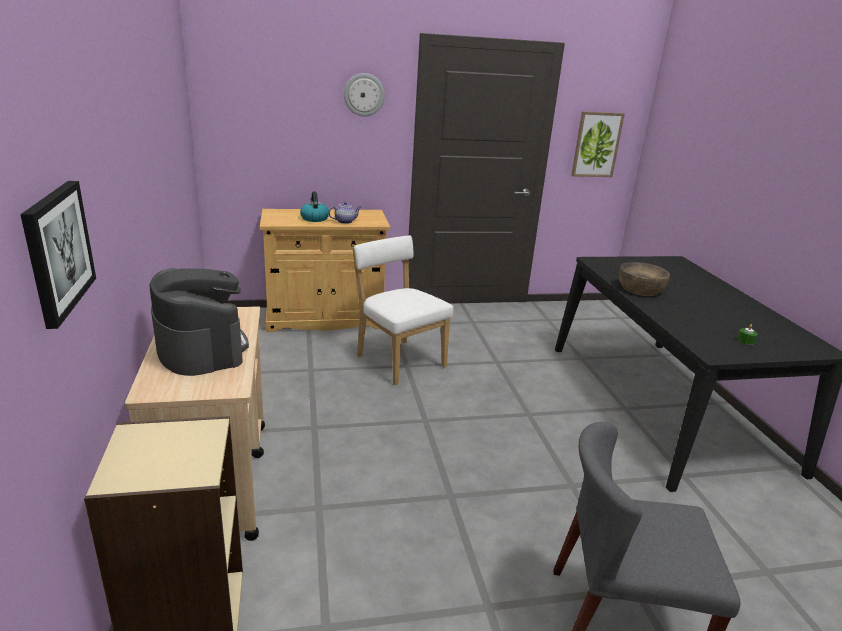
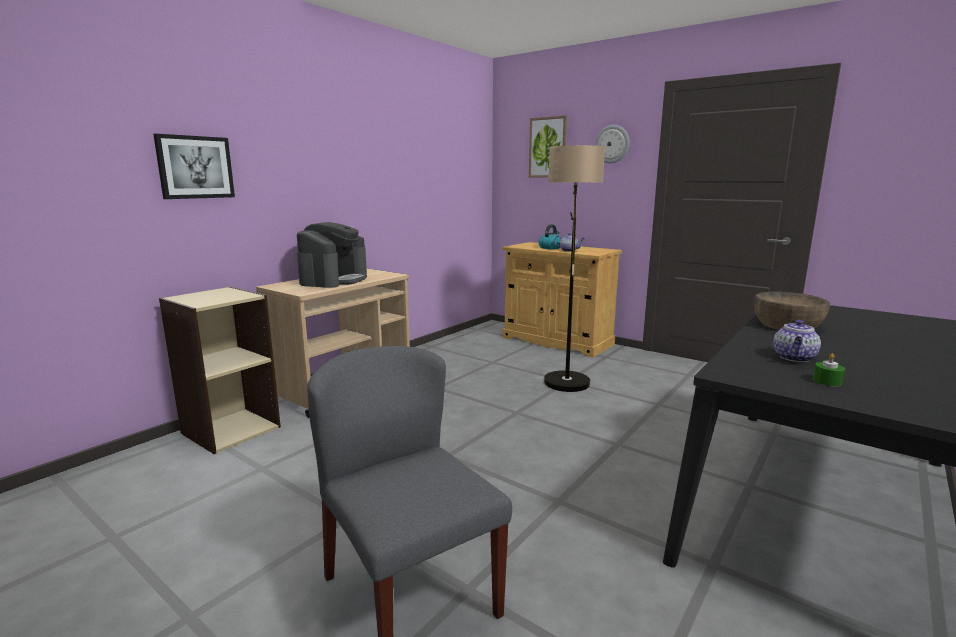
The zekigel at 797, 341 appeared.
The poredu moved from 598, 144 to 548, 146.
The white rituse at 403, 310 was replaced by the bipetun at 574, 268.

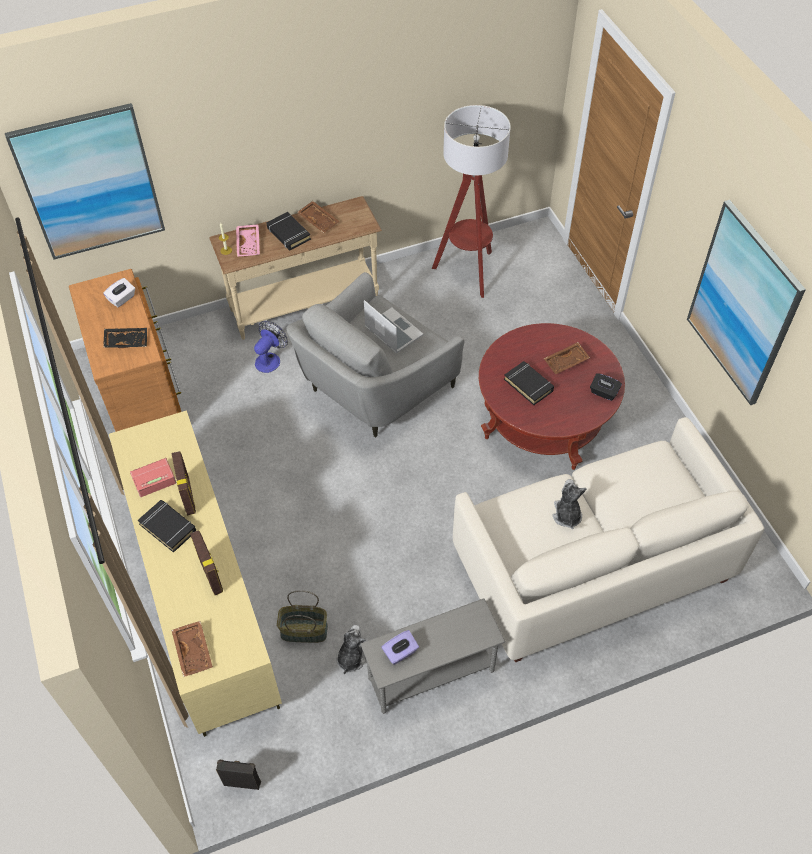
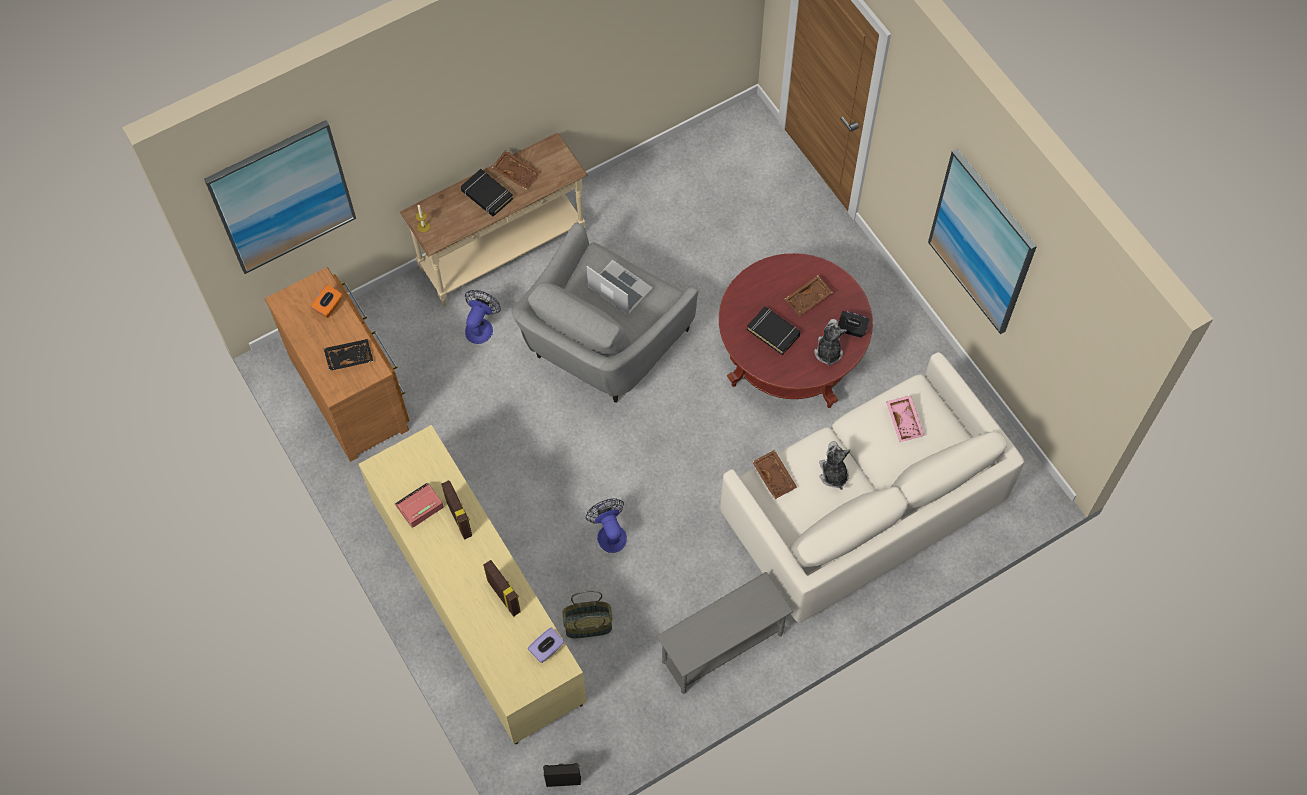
The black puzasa at 167, 526 disappeared.
The bipetun at 471, 201 disappeared.
The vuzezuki at 606, 525 appeared.
The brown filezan moved from 192, 649 to 774, 474.
The pink filezan moved from 248, 240 to 905, 418.
The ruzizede moved from 351, 649 to 830, 342.
The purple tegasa moved from 400, 647 to 546, 645.
The white tegasa at 119, 292 became the orange tegasa at 326, 301.

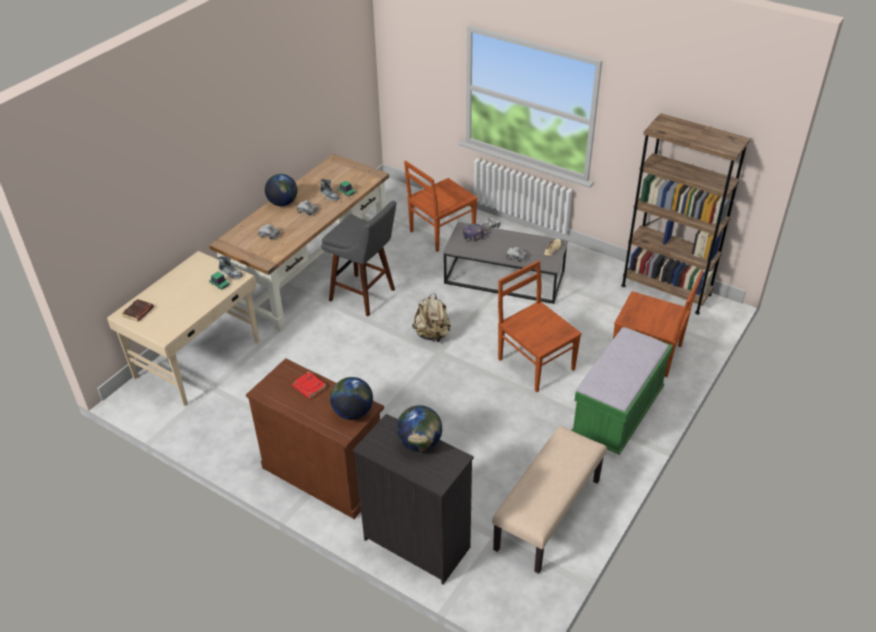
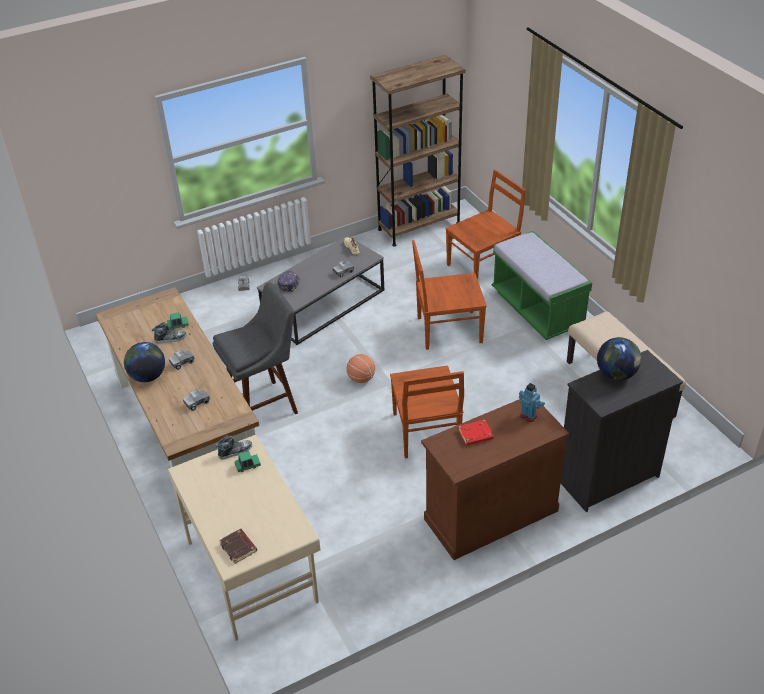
The brown rituse moved from 441, 206 to 427, 411.
The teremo at 351, 398 was replaced by the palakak at 532, 402.
The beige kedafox at 431, 317 was replaced by the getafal at 360, 368.

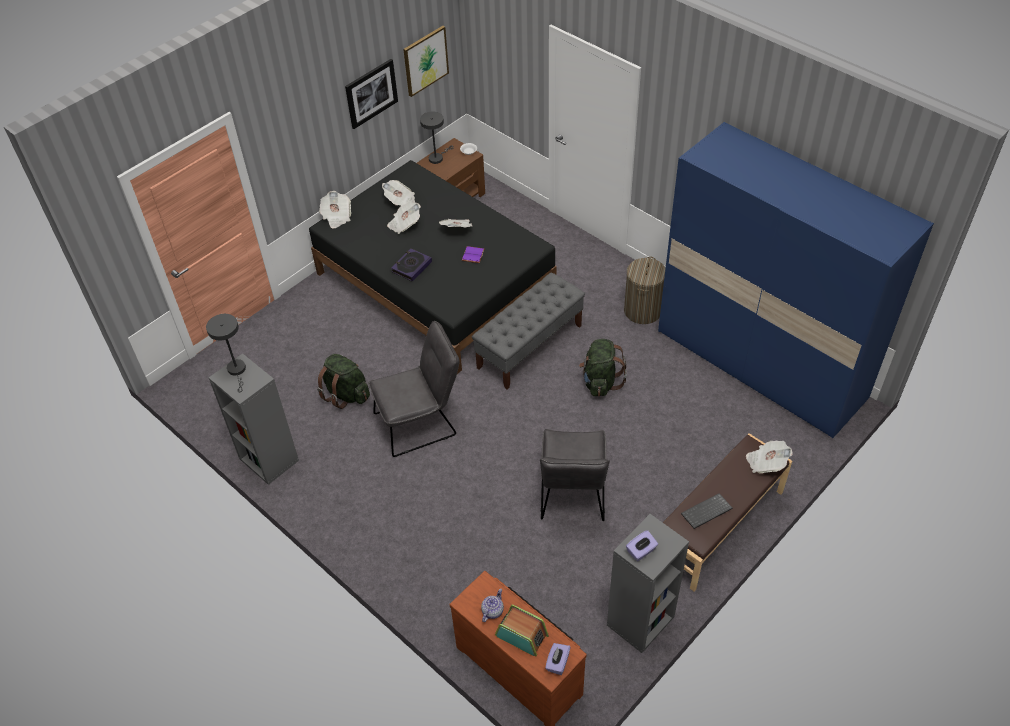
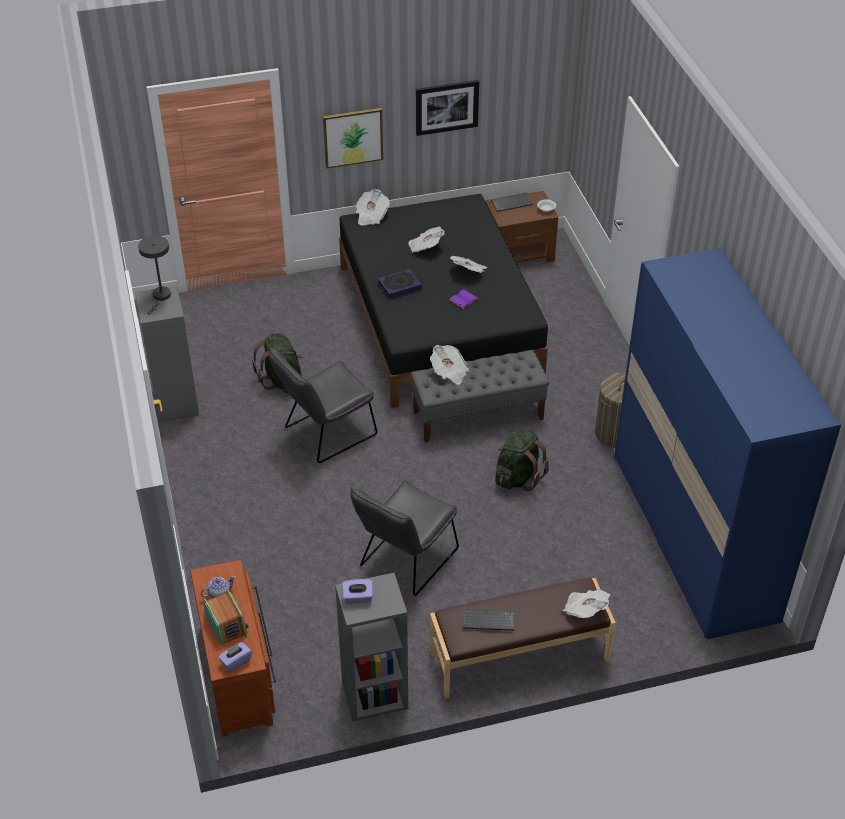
The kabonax moved from 398, 193 to 449, 365.
The poredu moved from 426, 61 to 353, 138.
The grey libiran at 437, 137 was replaced by the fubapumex at 512, 202.
The grey rituse at 414, 389 turned 135 degrees clockwise.

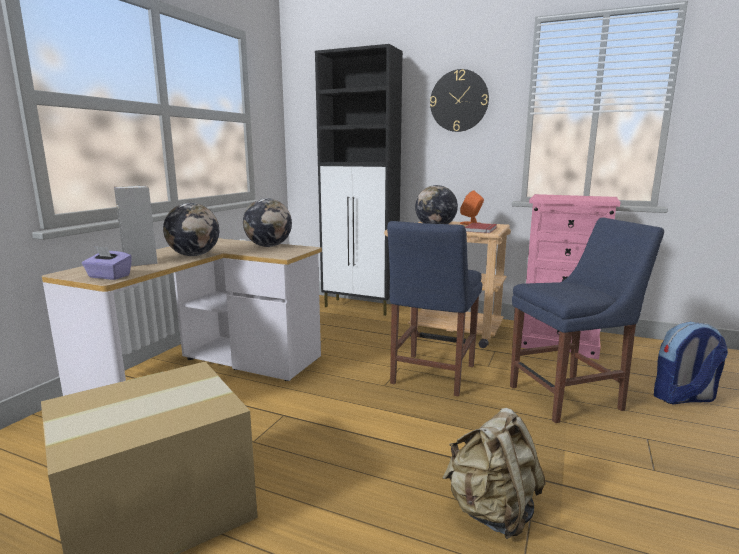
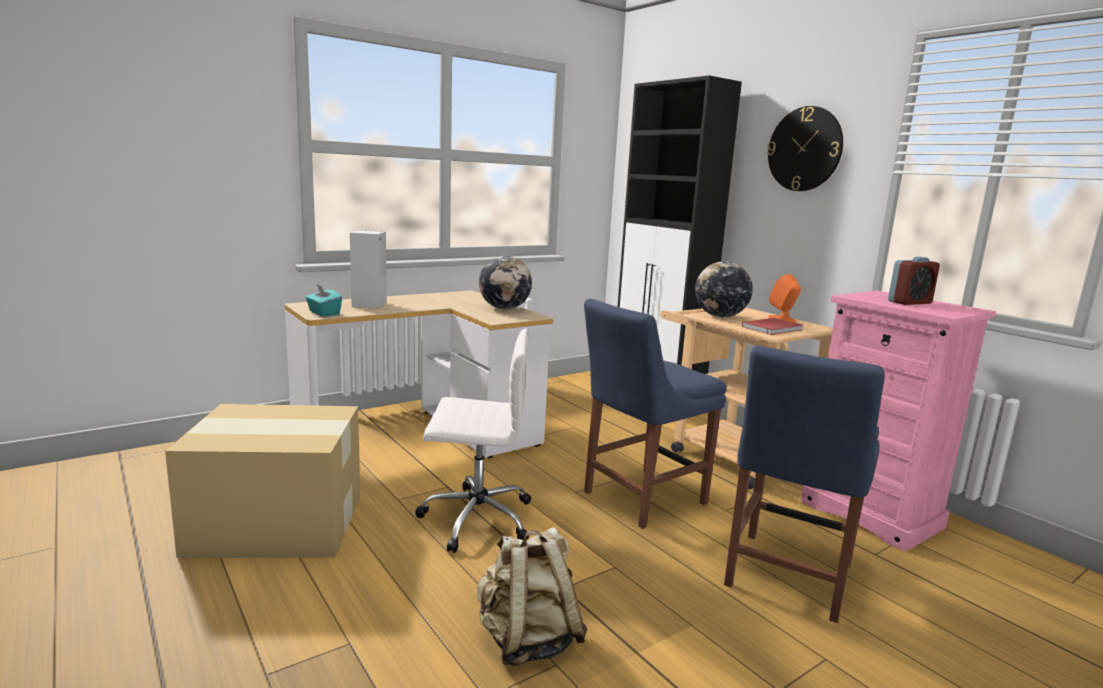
The teremo at 191, 229 disappeared.
The kedafox at 691, 363 disappeared.
The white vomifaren at 473, 440 appeared.
The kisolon at 914, 280 appeared.
The purple tegasa at 107, 263 became the turquoise tegasa at 323, 300.
The blue rituse at 587, 320 turned 105 degrees clockwise.

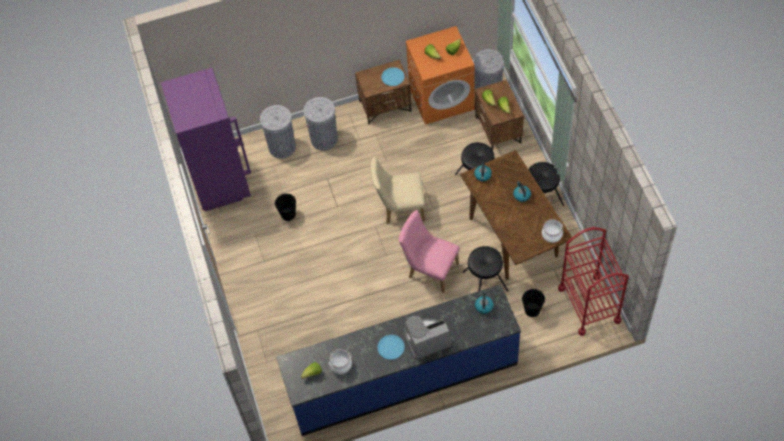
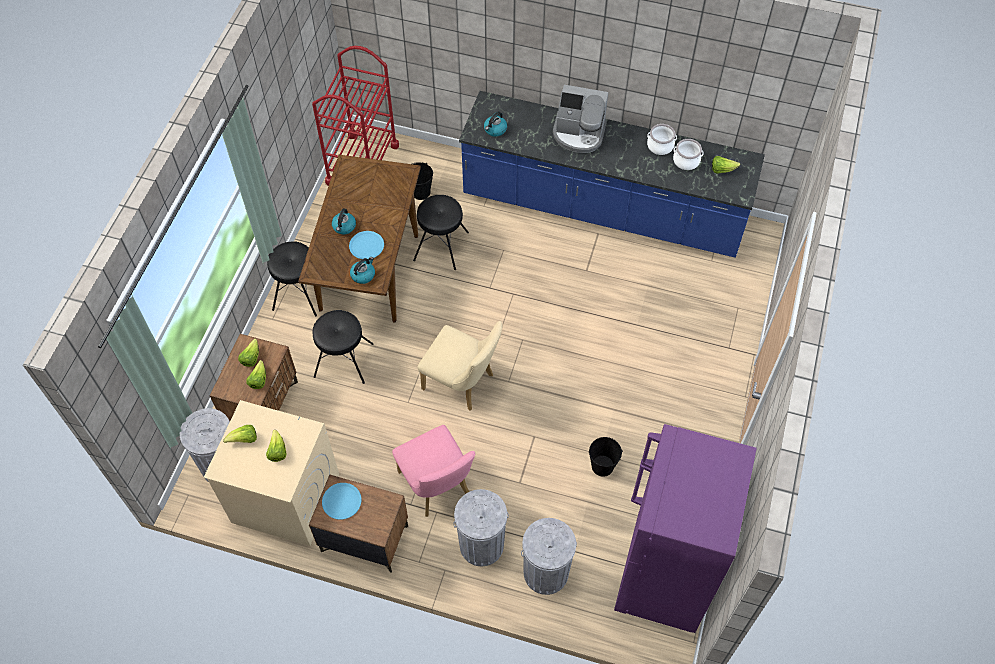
The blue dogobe moved from 391, 347 to 366, 245.
The pink rituse moved from 429, 251 to 433, 471.
The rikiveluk moved from 552, 231 to 662, 139.
The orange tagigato at 440, 75 became the beige tagigato at 271, 473.

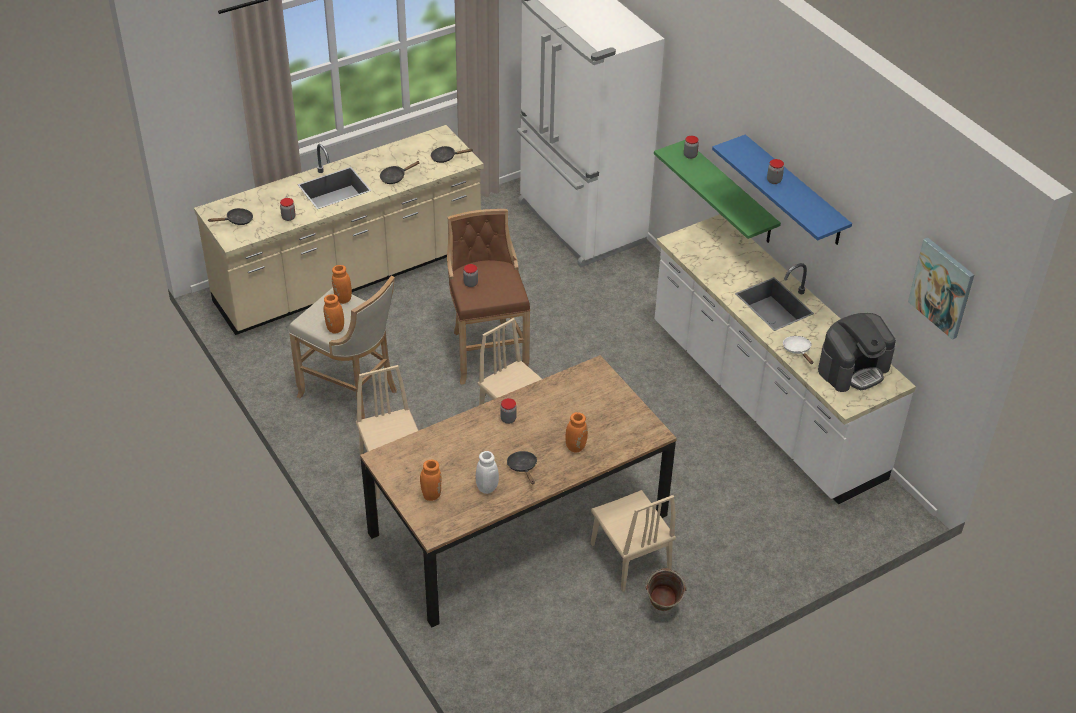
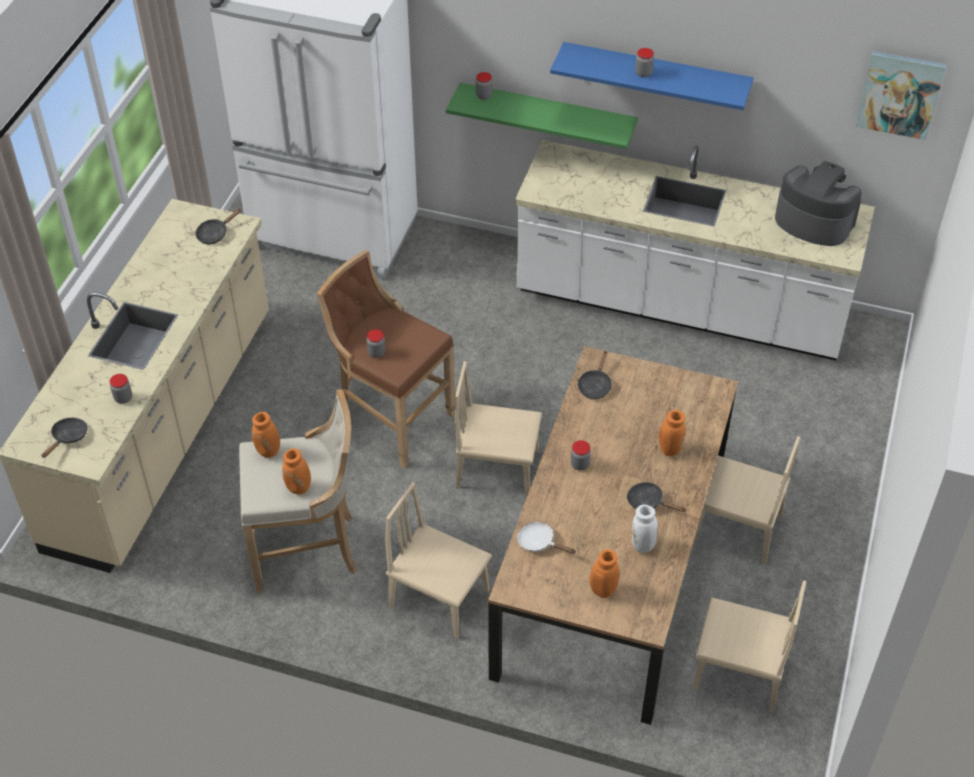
The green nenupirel at 666, 589 disappeared.
The beige rituse at 749, 646 appeared.
The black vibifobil moved from 399, 172 to 595, 374.
The white vibifobil moved from 798, 350 to 546, 538.
The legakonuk at 857, 352 turned 75 degrees counterclockwise.

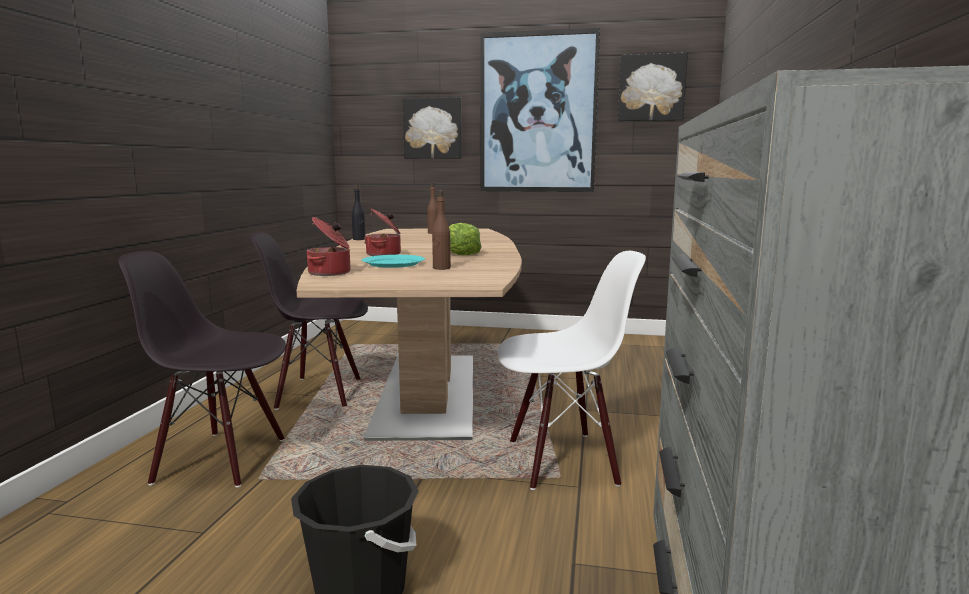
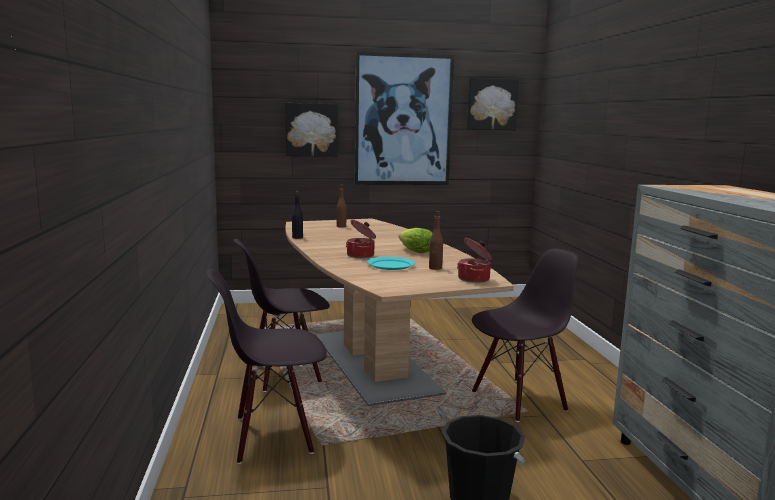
The rikiveluk moved from 328, 246 to 475, 260.
The white rituse at 571, 370 became the black rituse at 525, 335.

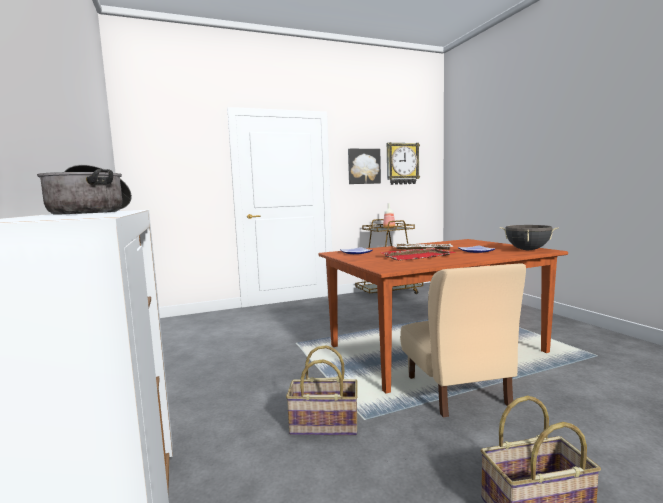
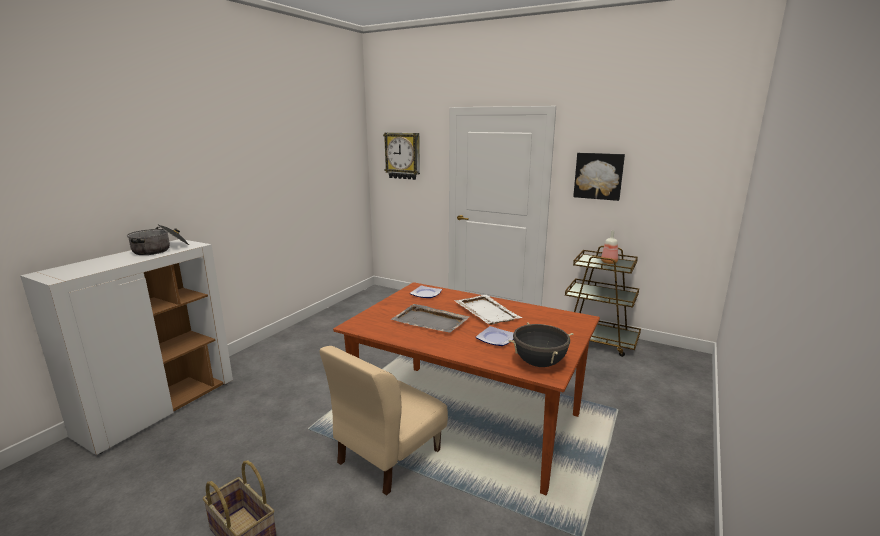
The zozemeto at 321, 390 disappeared.
The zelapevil moved from 403, 163 to 401, 156.
The red filezan at 418, 254 became the grey filezan at 430, 318.

